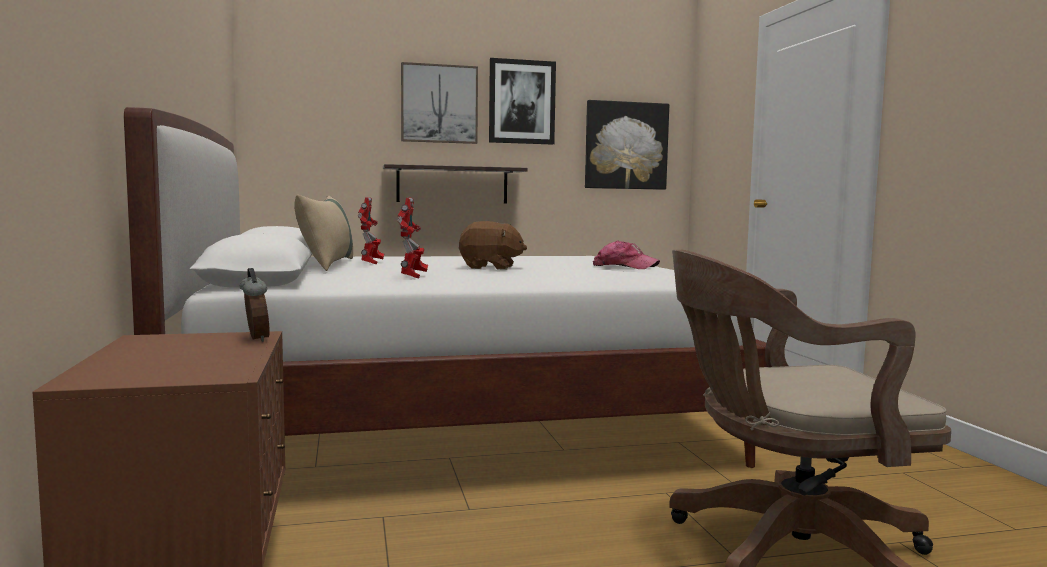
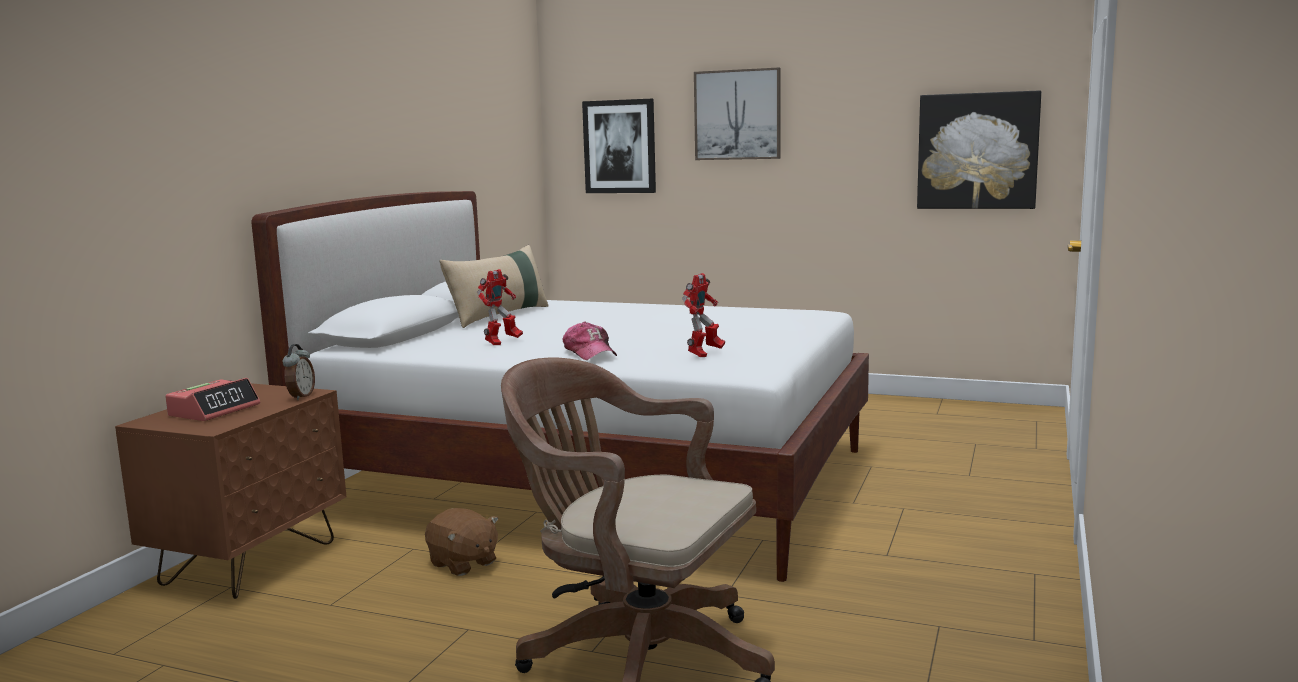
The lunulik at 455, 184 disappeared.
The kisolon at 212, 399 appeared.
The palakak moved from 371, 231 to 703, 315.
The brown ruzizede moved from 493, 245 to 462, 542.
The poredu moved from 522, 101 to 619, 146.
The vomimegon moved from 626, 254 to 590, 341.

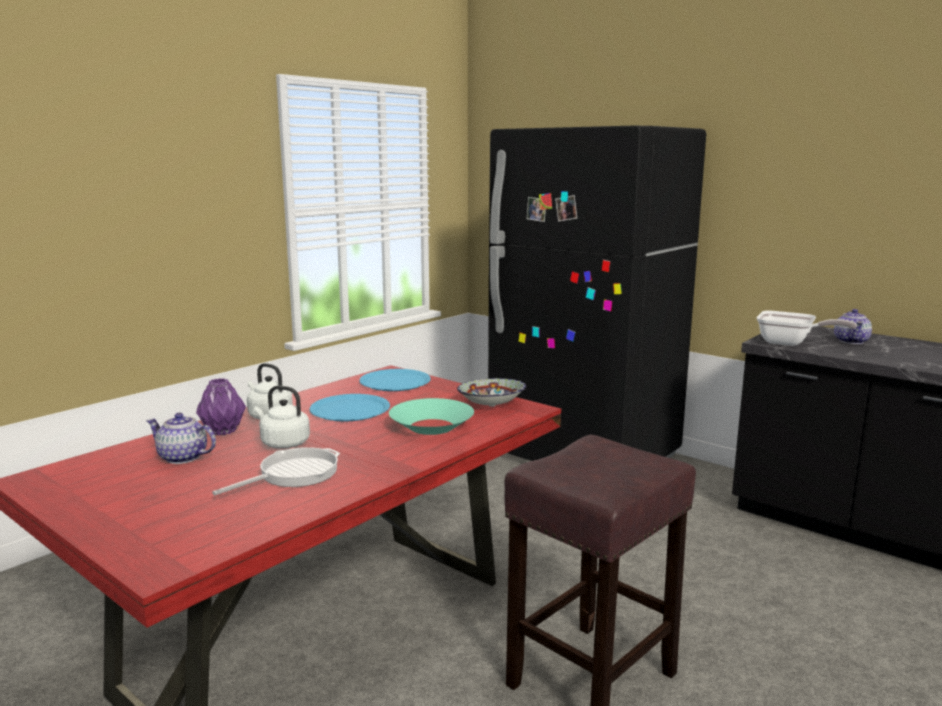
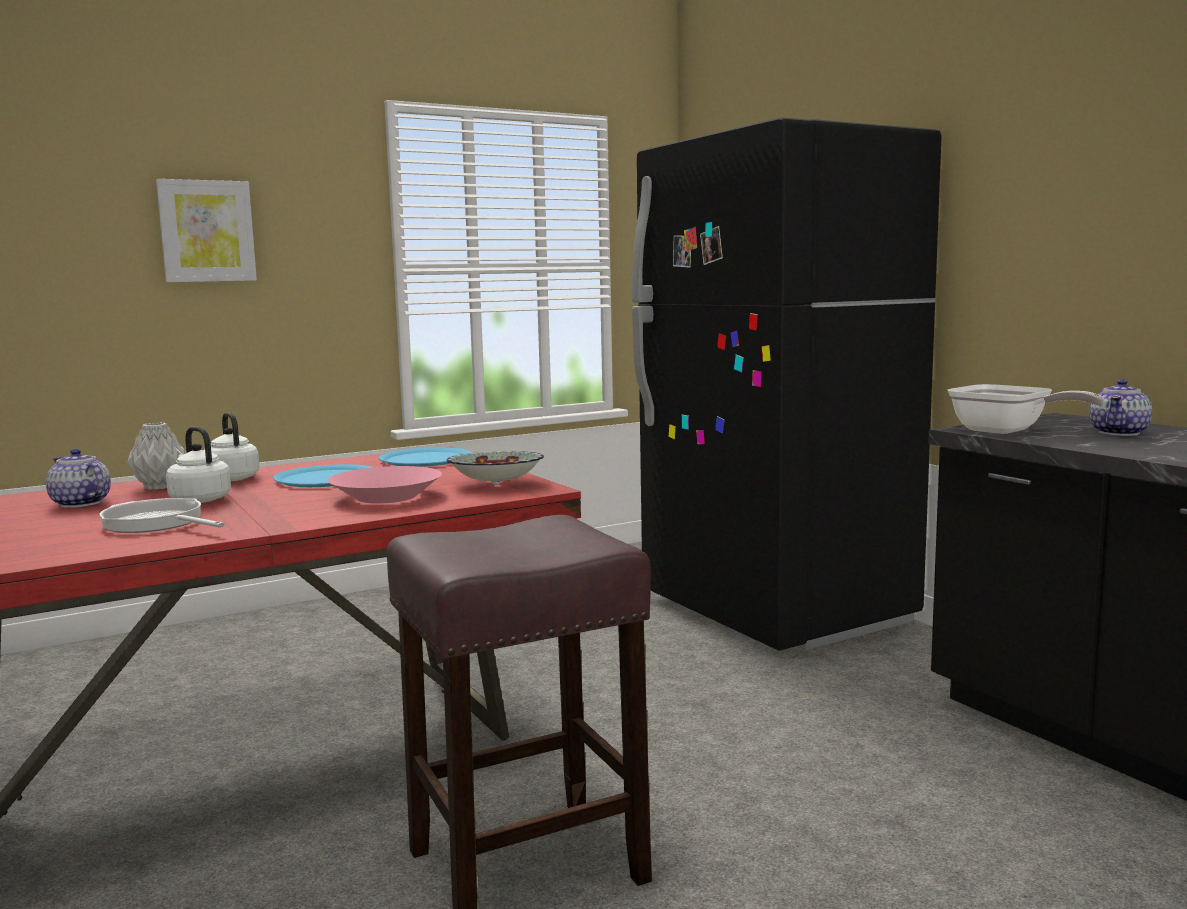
The poredu at 206, 230 appeared.
The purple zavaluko at 221, 406 became the grey zavaluko at 156, 456.
The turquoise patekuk at 431, 416 became the pink patekuk at 385, 485.
The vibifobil at 276, 471 turned 120 degrees counterclockwise.

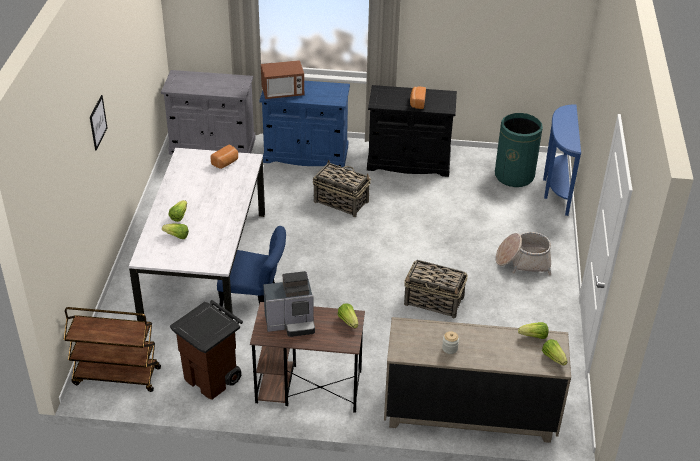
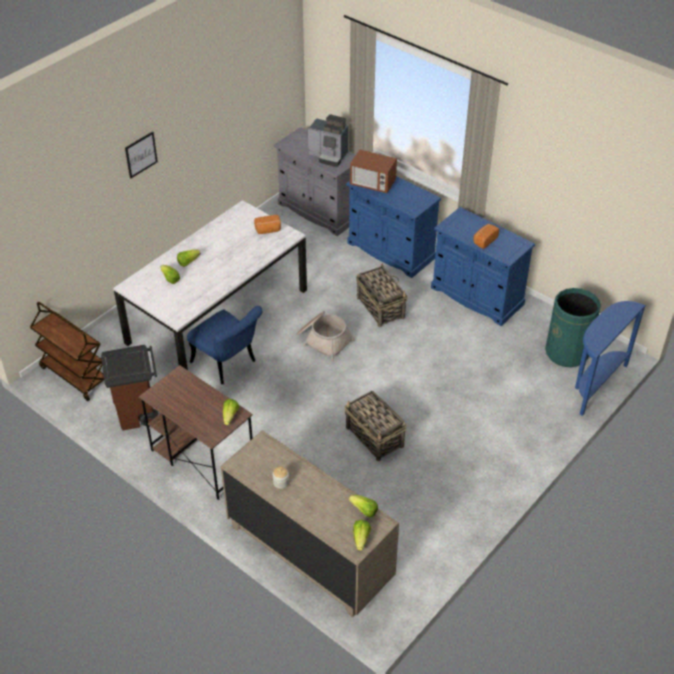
The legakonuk moved from 289, 304 to 328, 140.
The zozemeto moved from 523, 253 to 326, 336.
The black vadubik at 412, 131 became the blue vadubik at 483, 266.

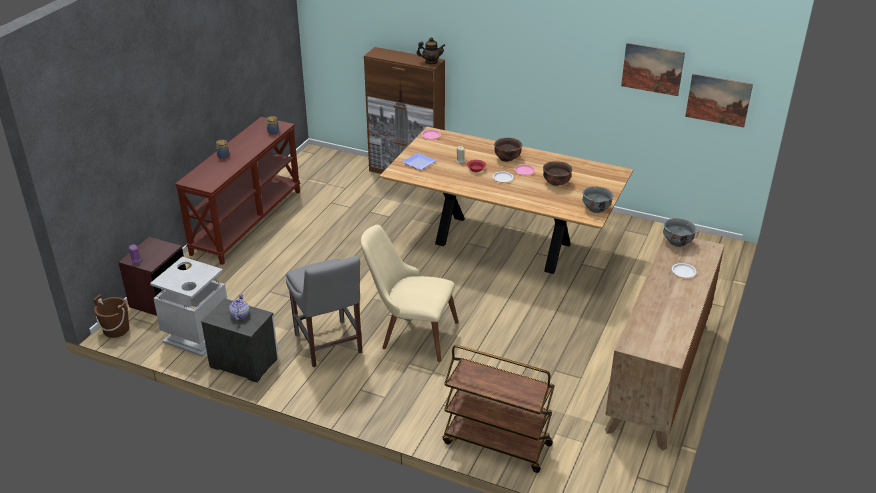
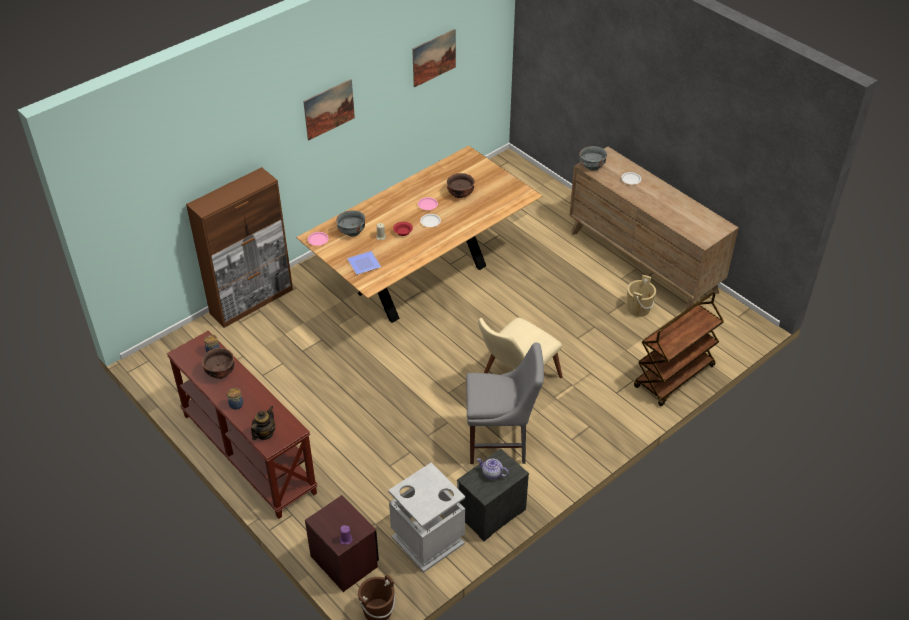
The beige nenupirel at 641, 296 appeared.
The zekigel moved from 431, 50 to 263, 423.
The brown patekuk moved from 508, 150 to 218, 363.
The grey patekuk moved from 597, 199 to 350, 223.
The poredu moved from 719, 101 to 329, 110.

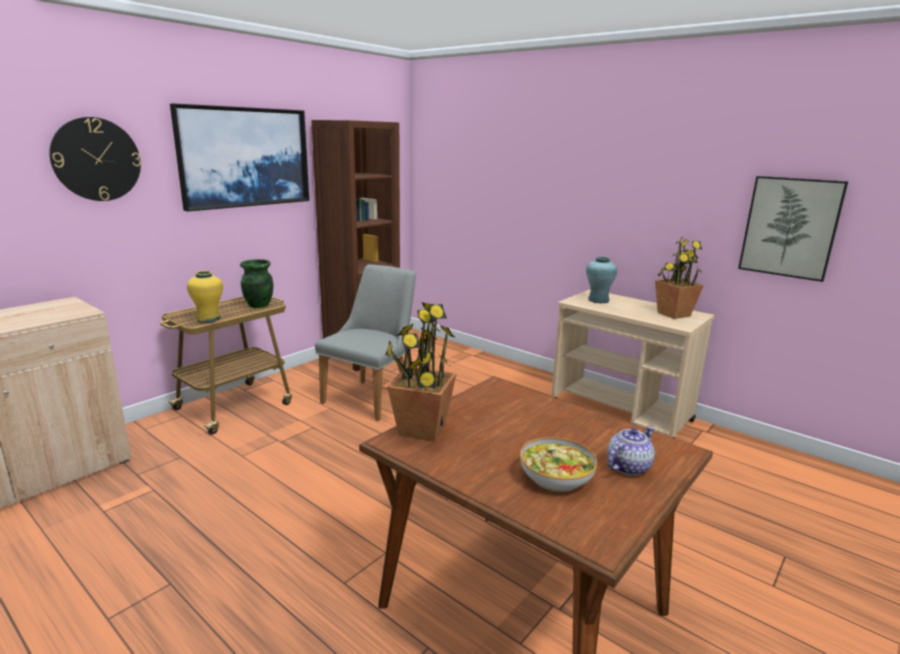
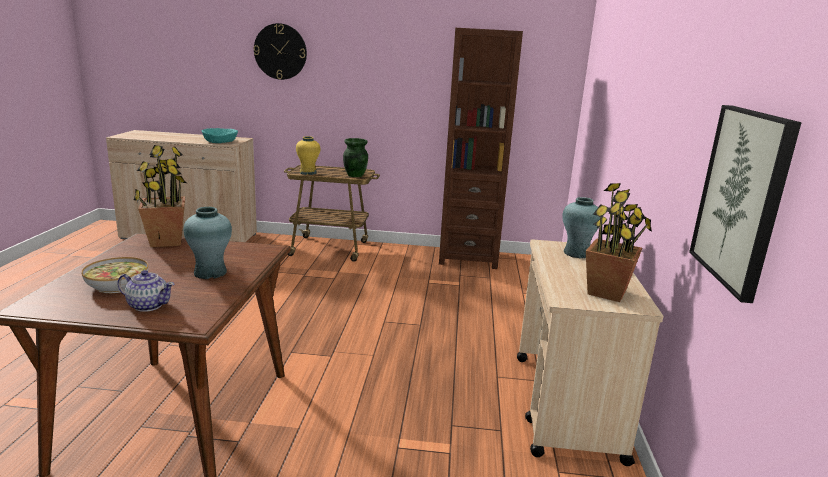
The poredu at 239, 157 disappeared.
The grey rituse at 365, 342 disappeared.
The turquoise zavaluko at 208, 243 appeared.
The turquoise patekuk at 220, 135 appeared.

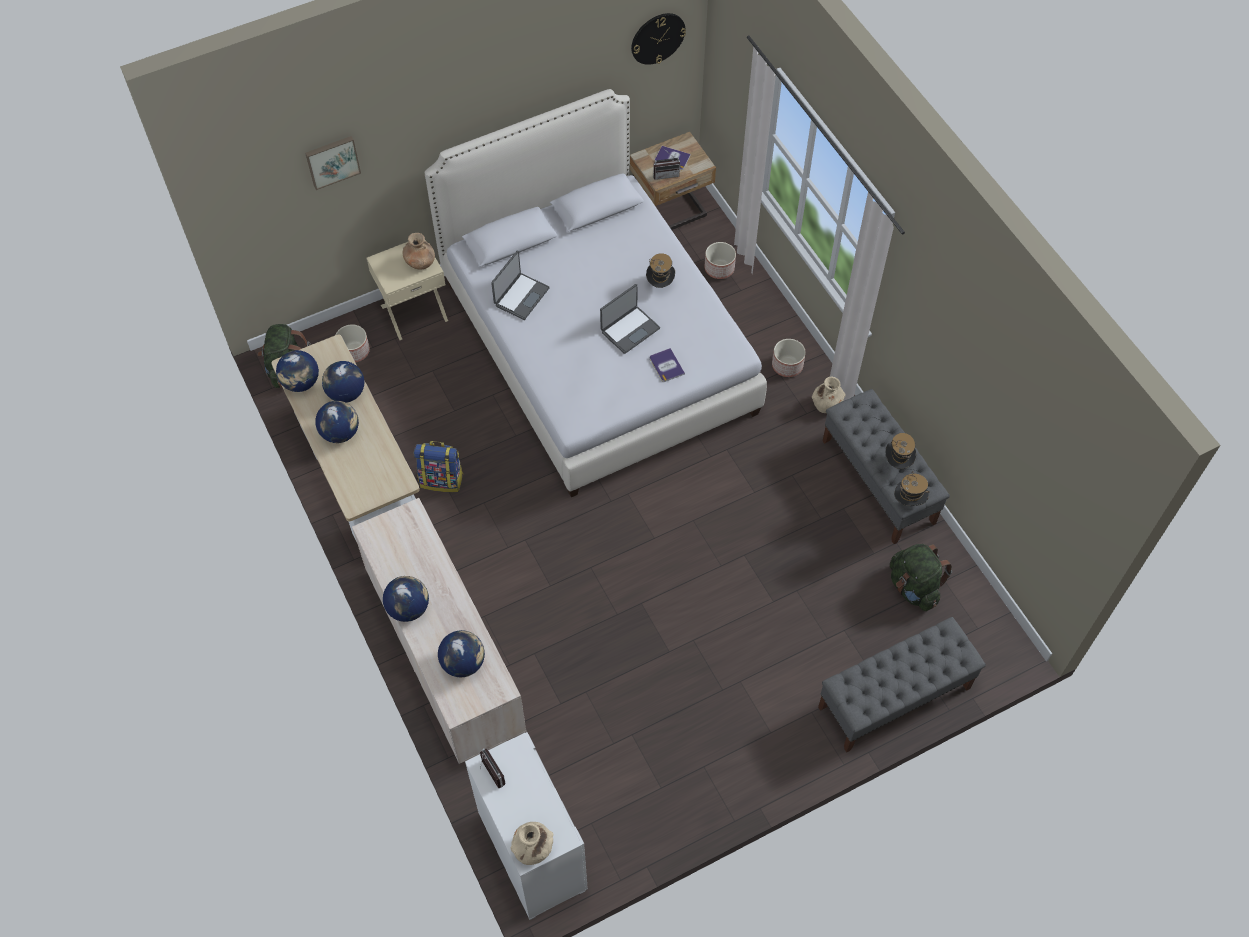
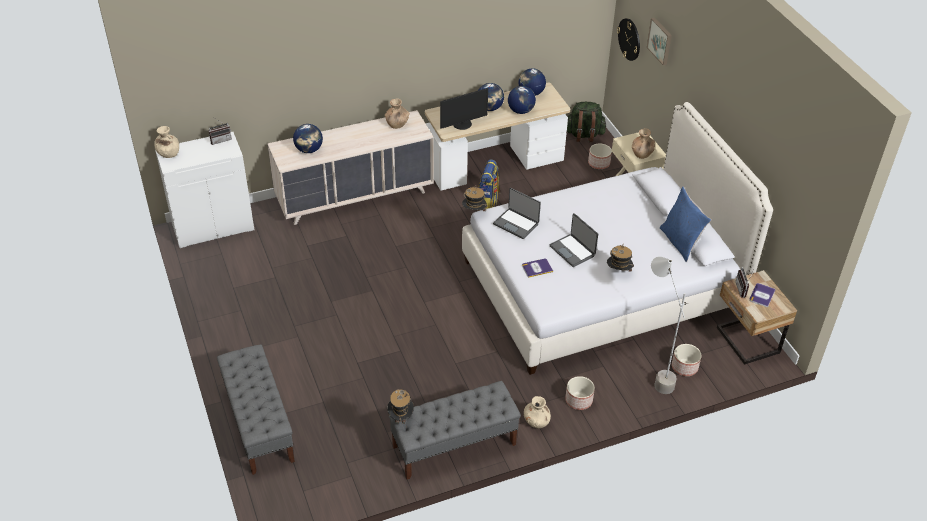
The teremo at 406, 599 disappeared.
The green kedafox at 921, 577 disappeared.
The brown zavaluko at 397, 113 appeared.
The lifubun at 464, 109 appeared.
The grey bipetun at 669, 325 appeared.
The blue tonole at 685, 224 appeared.
The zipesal moved from 520, 285 to 517, 213.
The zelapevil moved from 658, 39 to 628, 39.
The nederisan moved from 901, 451 to 475, 198.

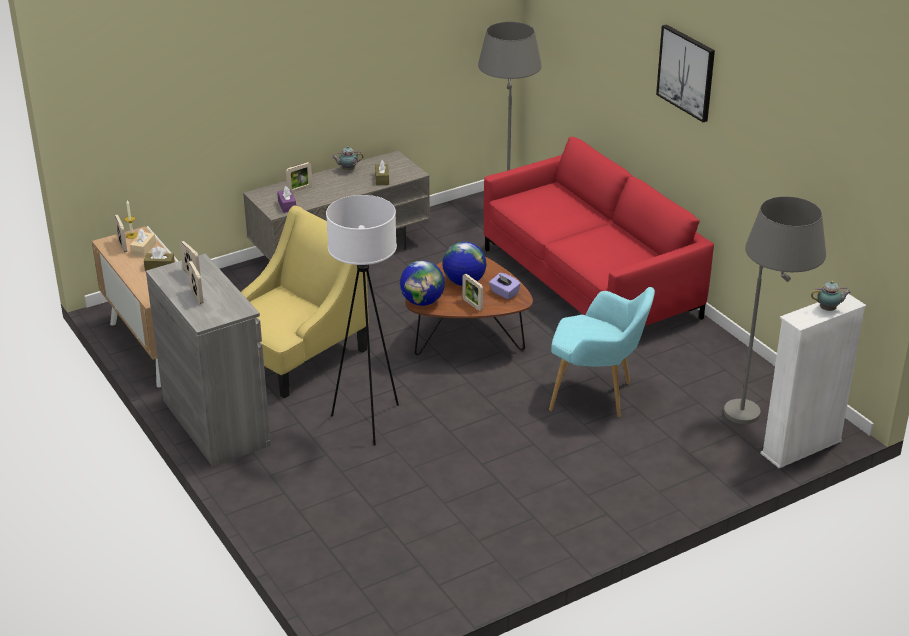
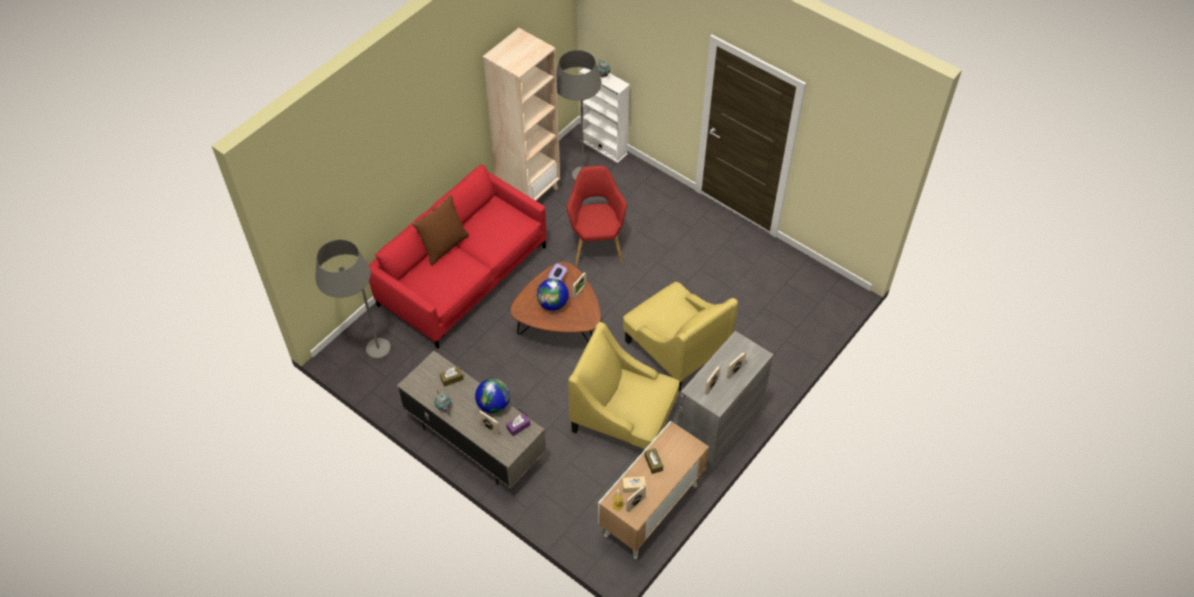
The poredu at 685, 73 disappeared.
The brown tonole at 441, 230 appeared.
The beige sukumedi at 521, 114 appeared.
The teremo moved from 422, 283 to 492, 396.
The white bipetun at 362, 320 was replaced by the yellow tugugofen at 680, 337.
The turquoise tugugofen at 602, 352 became the red tugugofen at 597, 216.

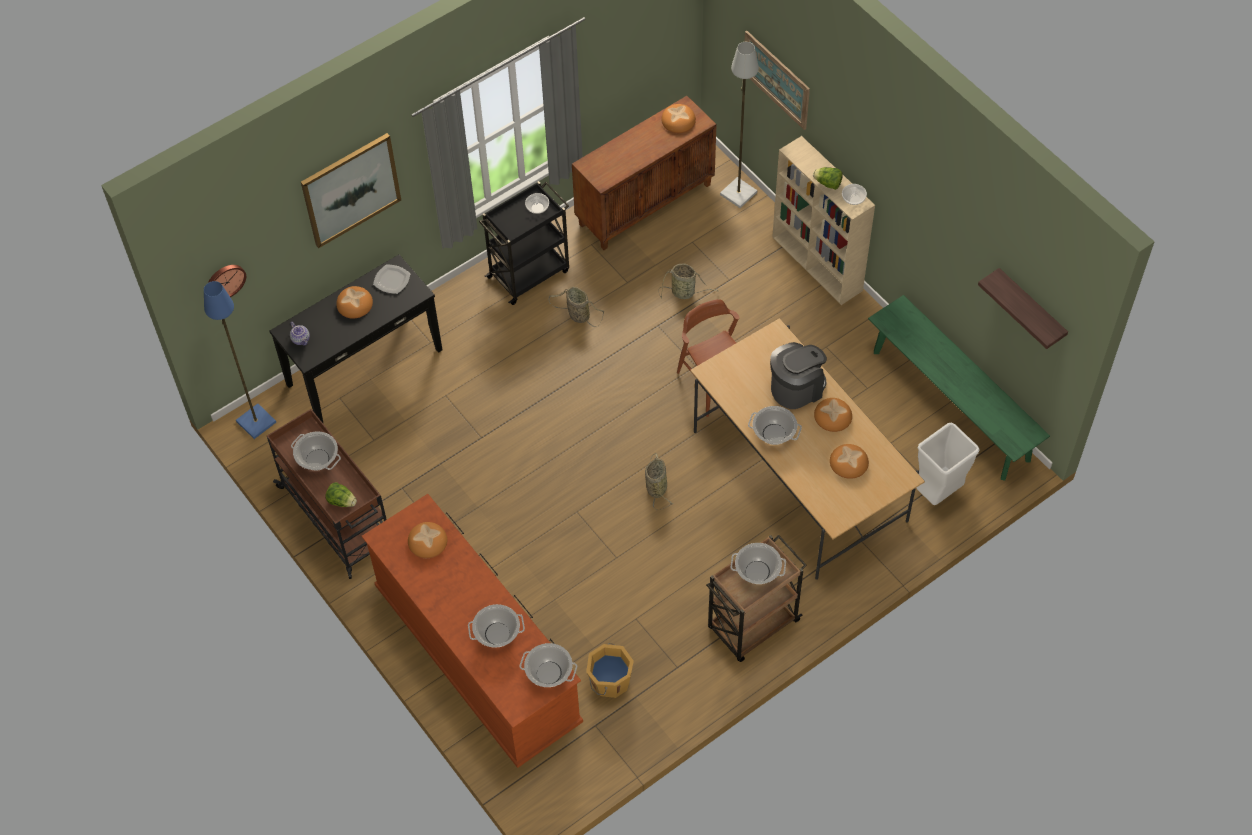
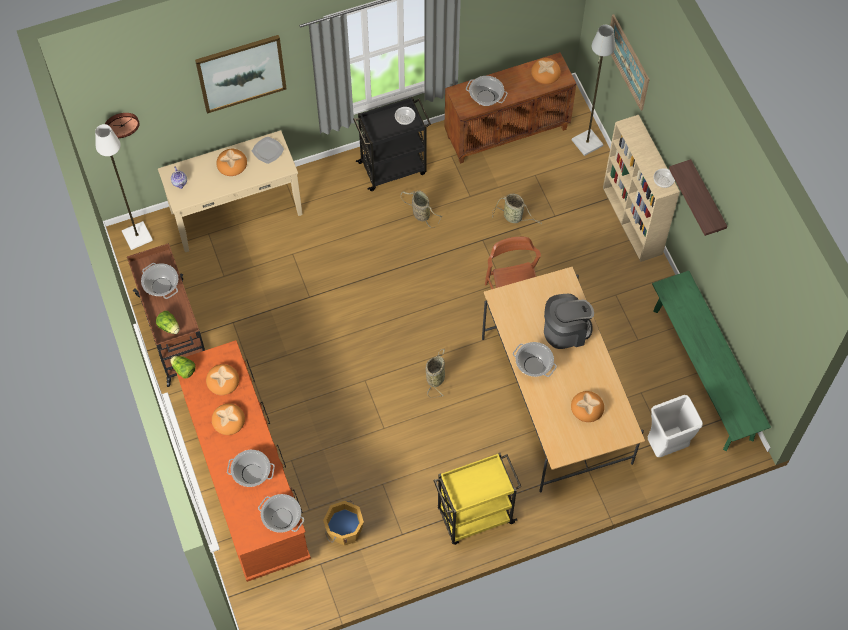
The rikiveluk moved from 758, 563 to 486, 91.
The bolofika moved from 827, 178 to 183, 367.
The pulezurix moved from 833, 415 to 228, 419.
The lunulik moved from 1023, 308 to 698, 197.
The blue bipetun at 240, 360 became the white bipetun at 124, 187.
The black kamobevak at 355, 339 became the beige kamobevak at 230, 191.
The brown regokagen at 756, 598 became the yellow regokagen at 477, 499.

